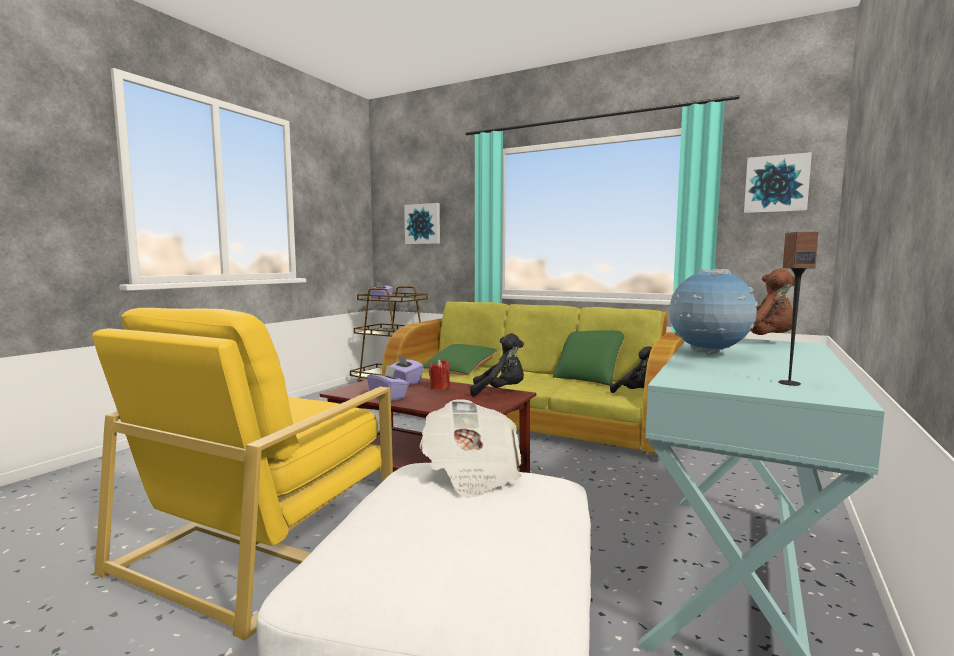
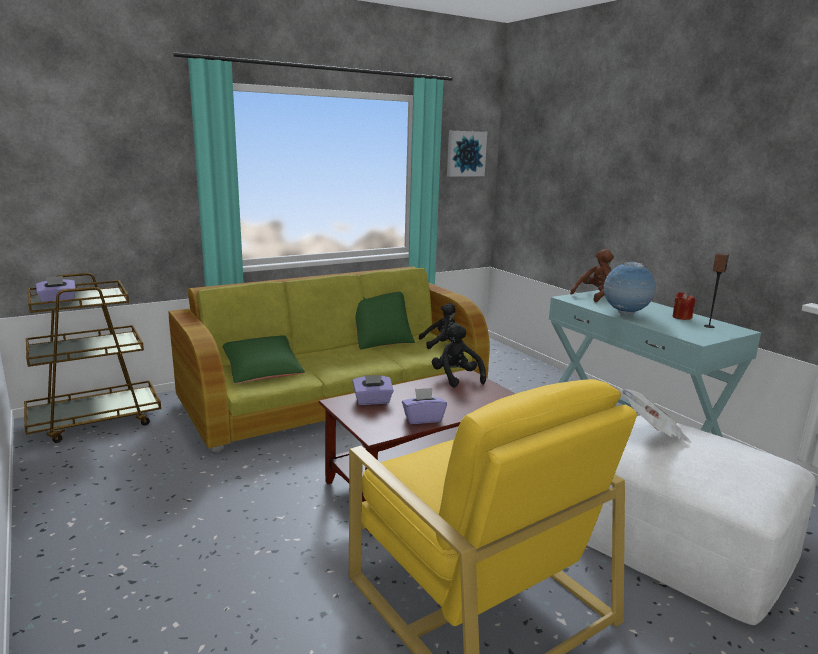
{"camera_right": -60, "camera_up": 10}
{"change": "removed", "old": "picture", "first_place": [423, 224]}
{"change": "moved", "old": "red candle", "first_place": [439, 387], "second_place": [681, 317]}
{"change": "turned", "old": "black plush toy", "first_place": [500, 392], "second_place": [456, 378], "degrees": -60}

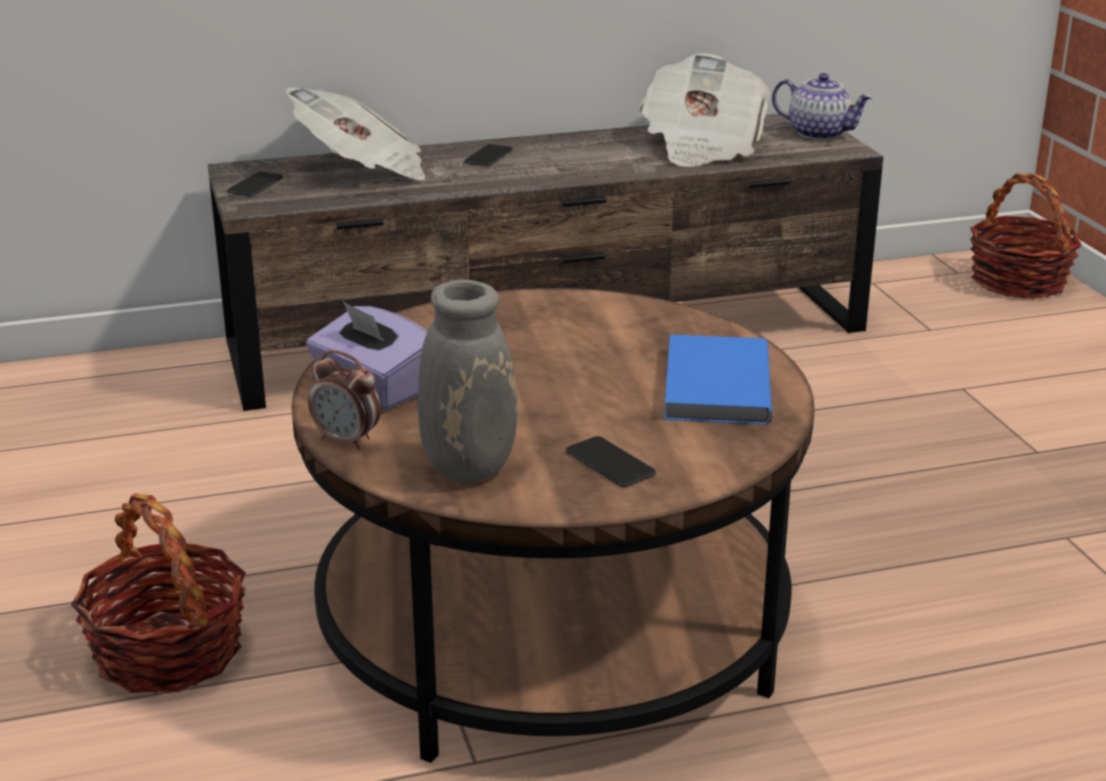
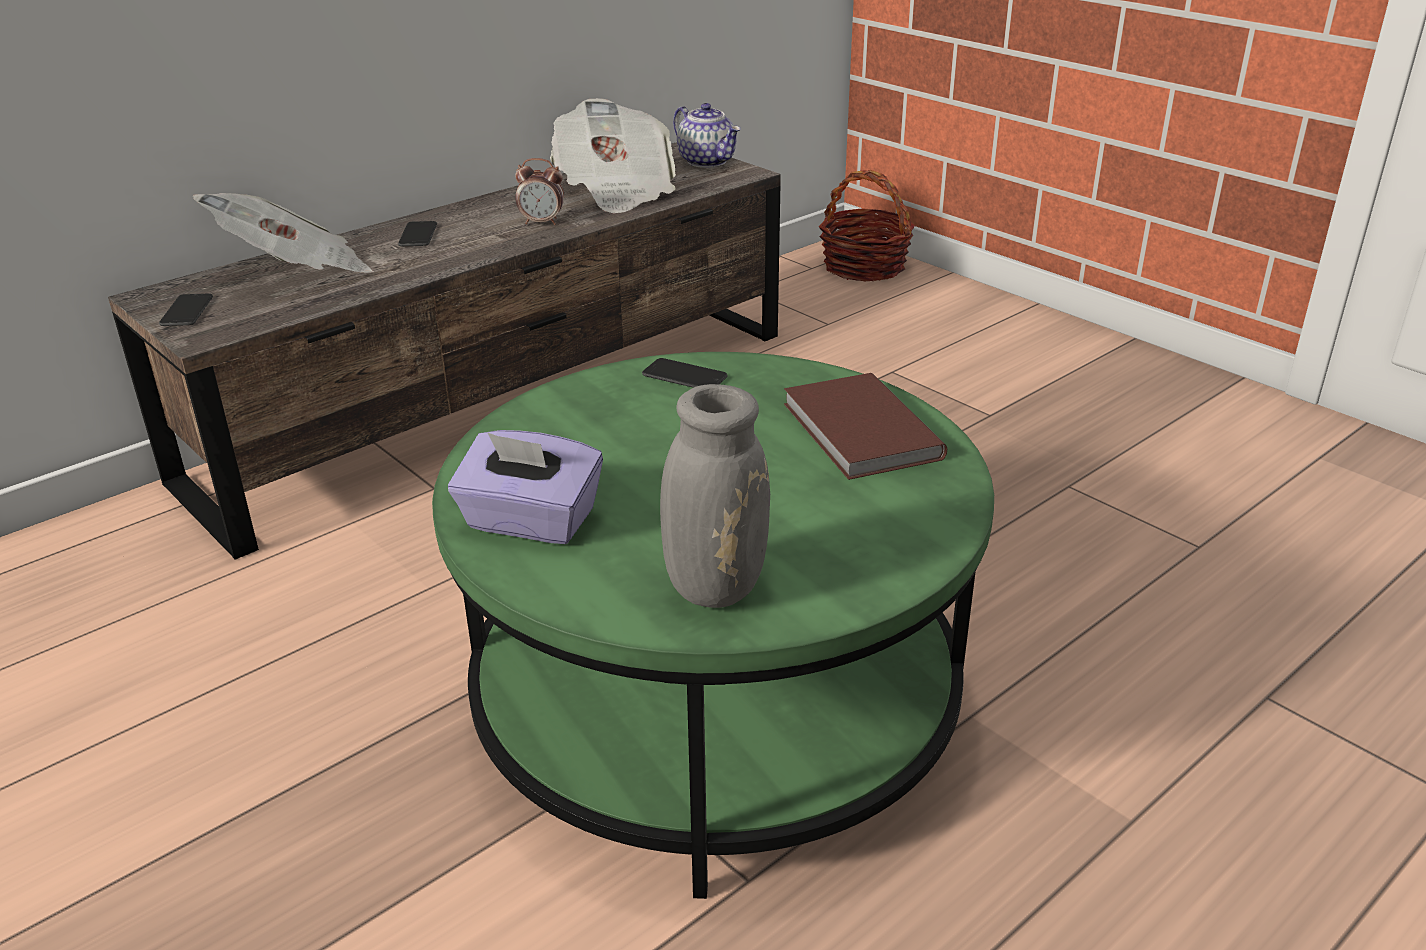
{"camera_right": -25, "camera_up": 5}
{"change": "removed", "old": "basket", "first_place": [169, 652]}
{"change": "moved", "old": "alarm clock", "first_place": [347, 440], "second_place": [542, 222]}
{"change": "moved", "old": "phone", "first_place": [610, 463], "second_place": [684, 376]}
{"change": "recoloured", "old": "brown coffee table", "new": "green coffee table", "first_place": [553, 624], "second_place": [715, 702]}
{"change": "recoloured", "old": "blue book", "new": "brown book", "first_place": [713, 386], "second_place": [858, 432]}
{"change": "turned", "old": "teapot", "first_place": [820, 133], "second_place": [708, 161], "degrees": 45}

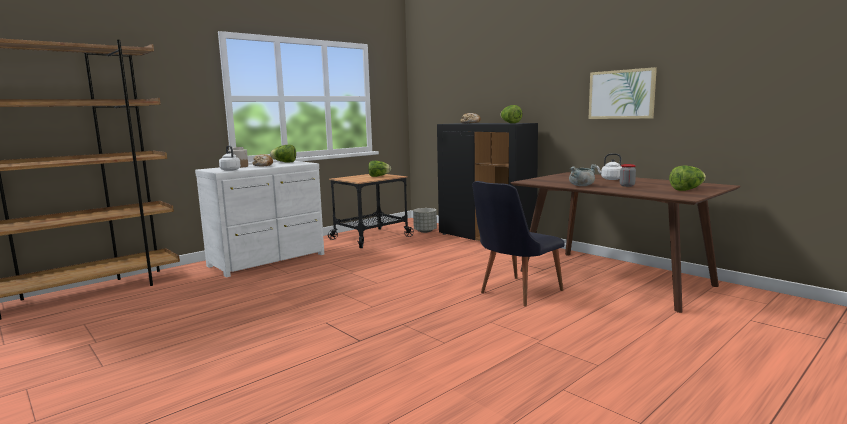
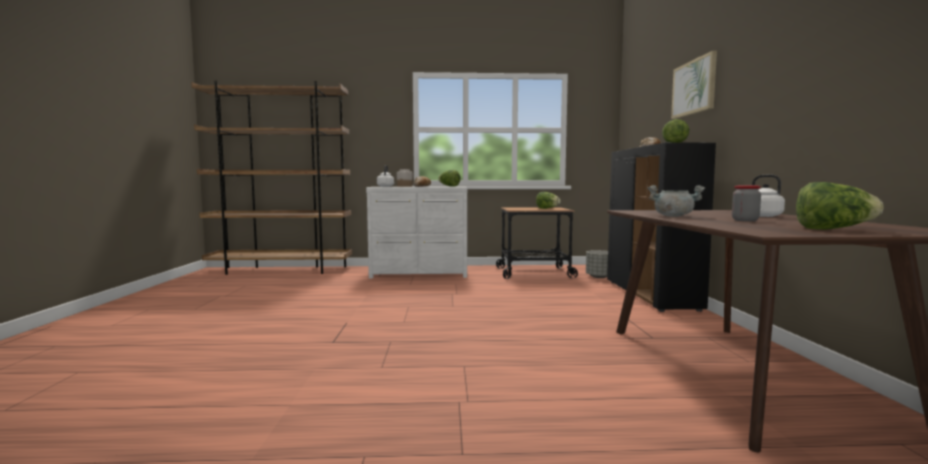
{"camera_right": 40, "camera_up": -5}
{"change": "removed", "old": "black chair", "first_place": [514, 293]}
{"change": "moved", "old": "picture", "first_place": [621, 94], "second_place": [694, 87]}

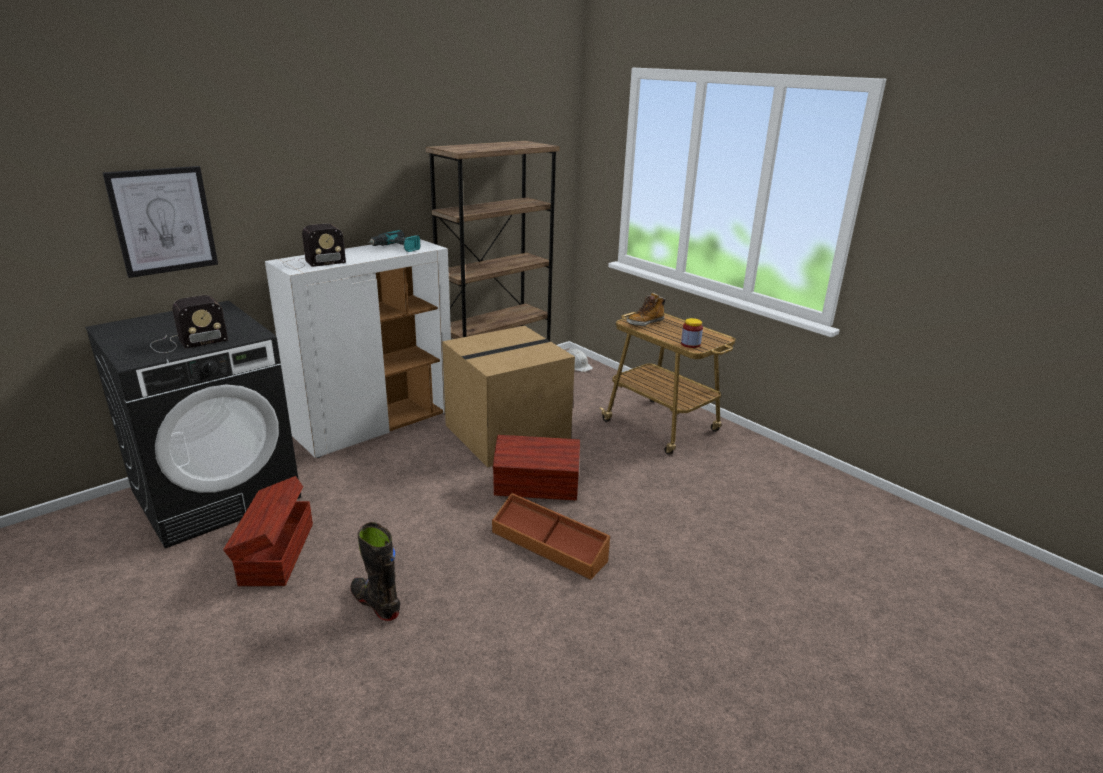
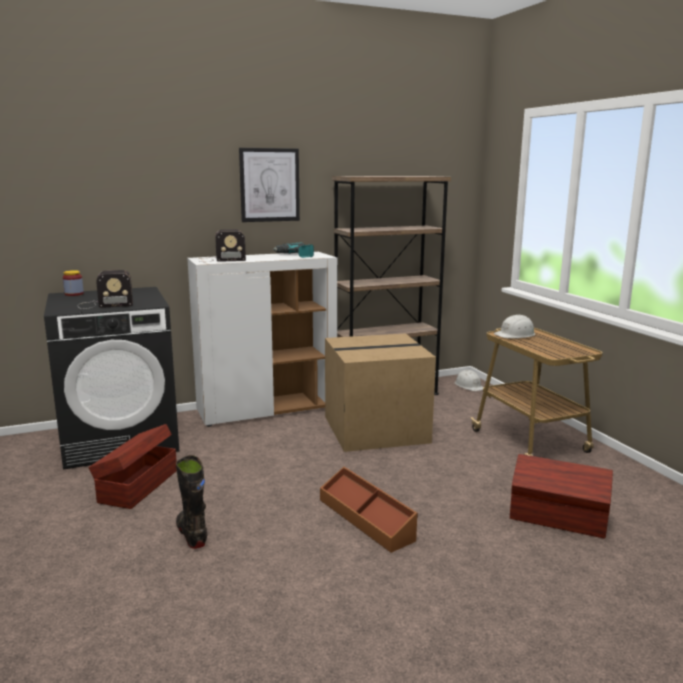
{"camera_right": 20, "camera_up": -10}
{"change": "moved", "old": "picture", "first_place": [163, 221], "second_place": [269, 185]}
{"change": "moved", "old": "brown storage box", "first_place": [537, 488], "second_place": [558, 519]}
{"change": "moved", "old": "jar", "first_place": [690, 344], "second_place": [74, 294]}
{"change": "replaced", "old": "boot", "new": "white hard hat", "first_place": [645, 322], "second_place": [515, 334]}

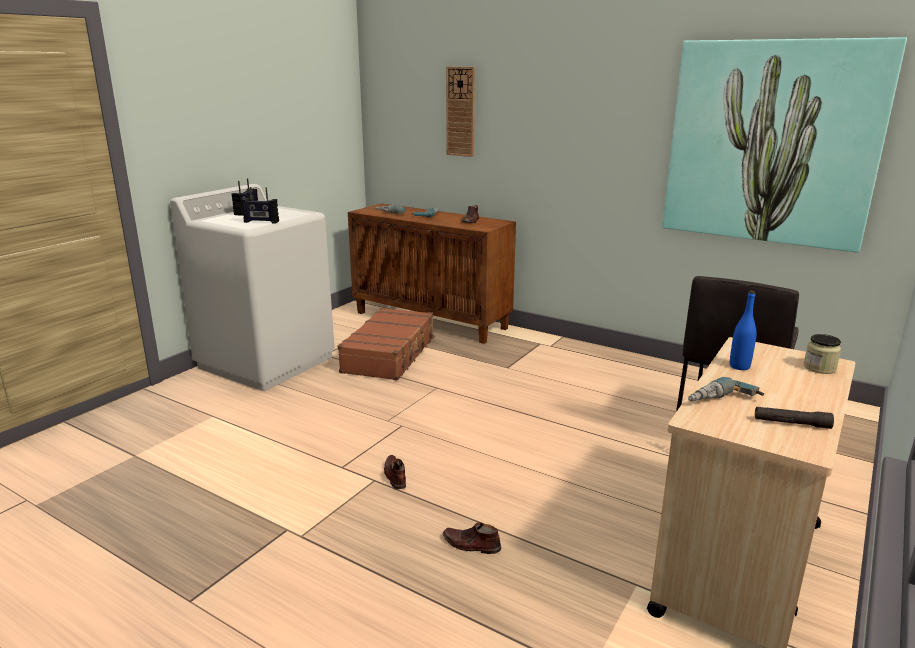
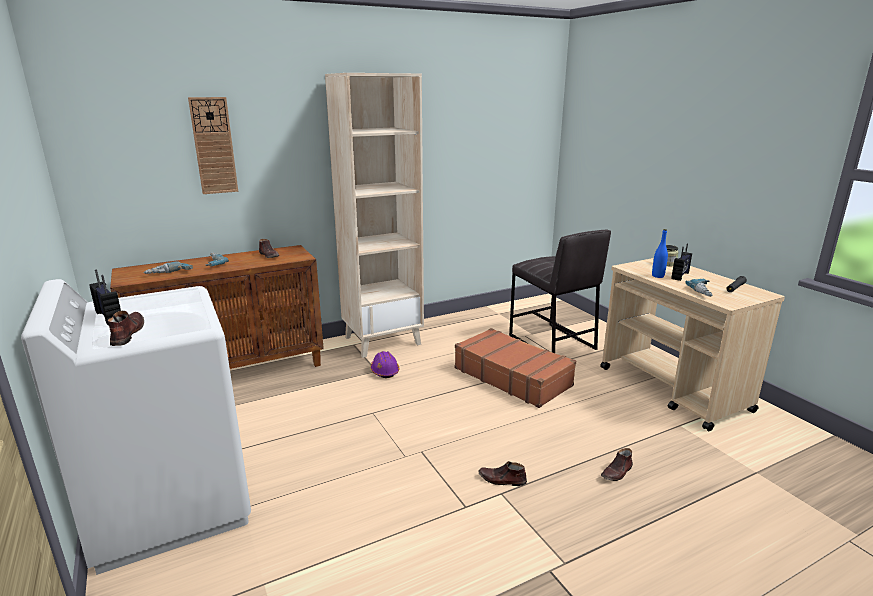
{"camera_right": -60, "camera_up": 0}
{"change": "removed", "old": "picture", "first_place": [771, 143]}
{"change": "added", "new": "brown shoe", "second_place": [127, 334]}
{"change": "added", "new": "beige bookcase", "second_place": [383, 340]}
{"change": "added", "new": "purple hard hat", "second_place": [384, 371]}
{"change": "moved", "old": "radio", "first_place": [261, 222], "second_place": [680, 276]}
{"change": "moved", "old": "brown suitcase", "first_place": [390, 355], "second_place": [512, 377]}

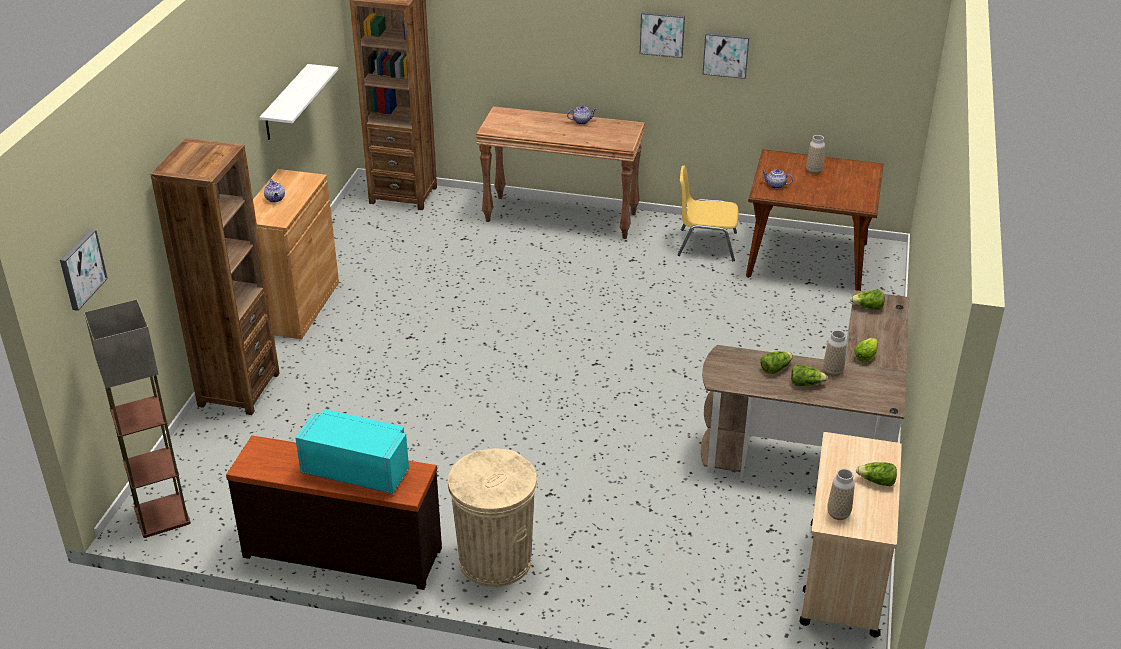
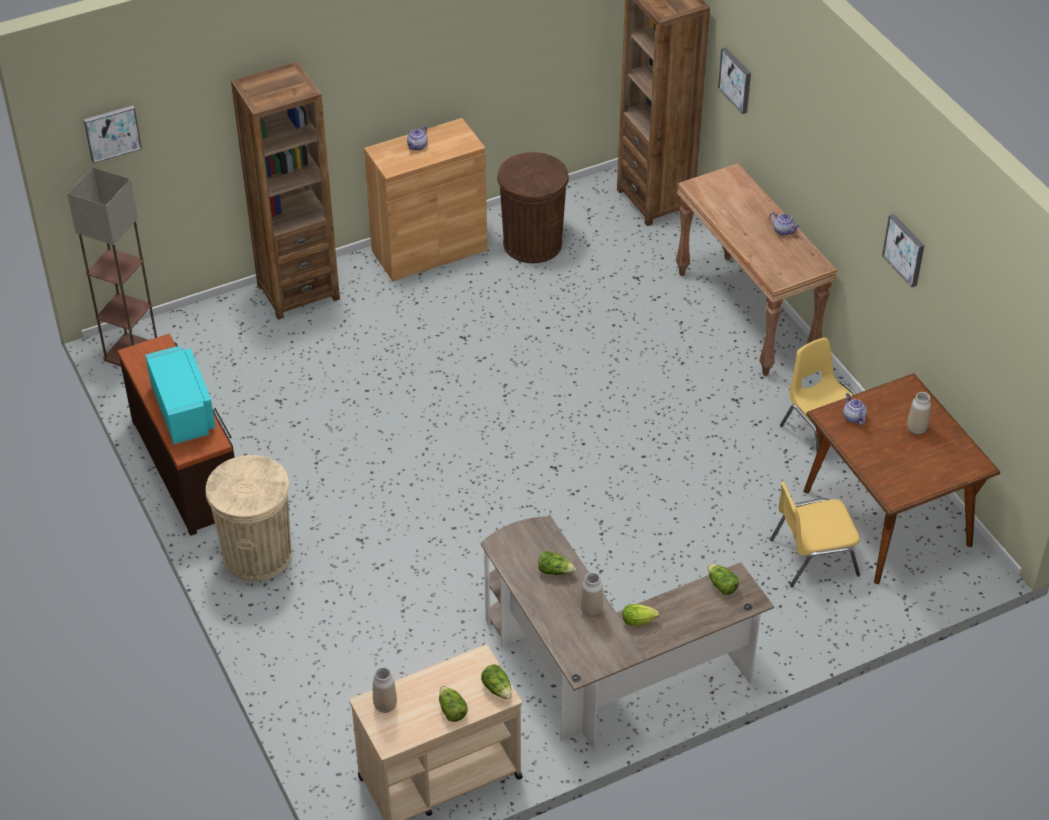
{"camera_right": 50, "camera_up": 10}
{"change": "removed", "old": "white shelf", "first_place": [286, 103]}
{"change": "added", "new": "brown trash can", "second_place": [532, 243]}
{"change": "added", "new": "yellow chair", "second_place": [812, 557]}
{"change": "moved", "old": "picture", "first_place": [662, 34], "second_place": [736, 80]}
{"change": "moved", "old": "lettuce", "first_place": [806, 383], "second_place": [497, 688]}

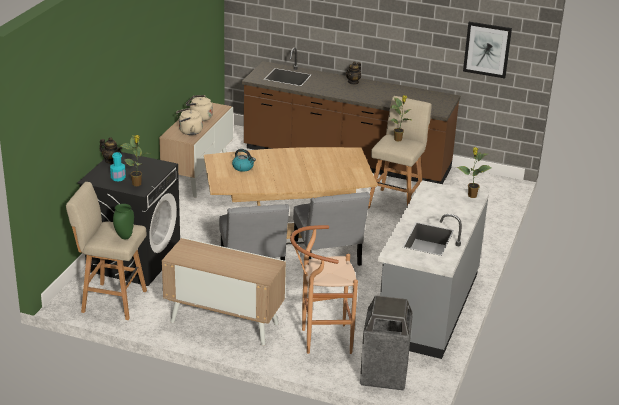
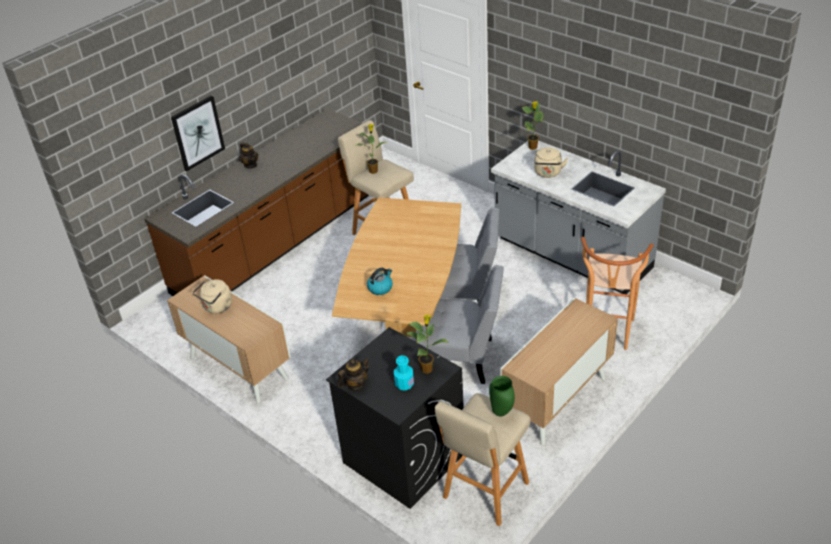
{"camera_right": -65, "camera_up": 10}
{"change": "removed", "old": "trash can", "first_place": [383, 374]}
{"change": "moved", "old": "beige kettle", "first_place": [189, 132], "second_place": [548, 173]}
{"change": "moved", "old": "picture", "first_place": [487, 49], "second_place": [198, 133]}

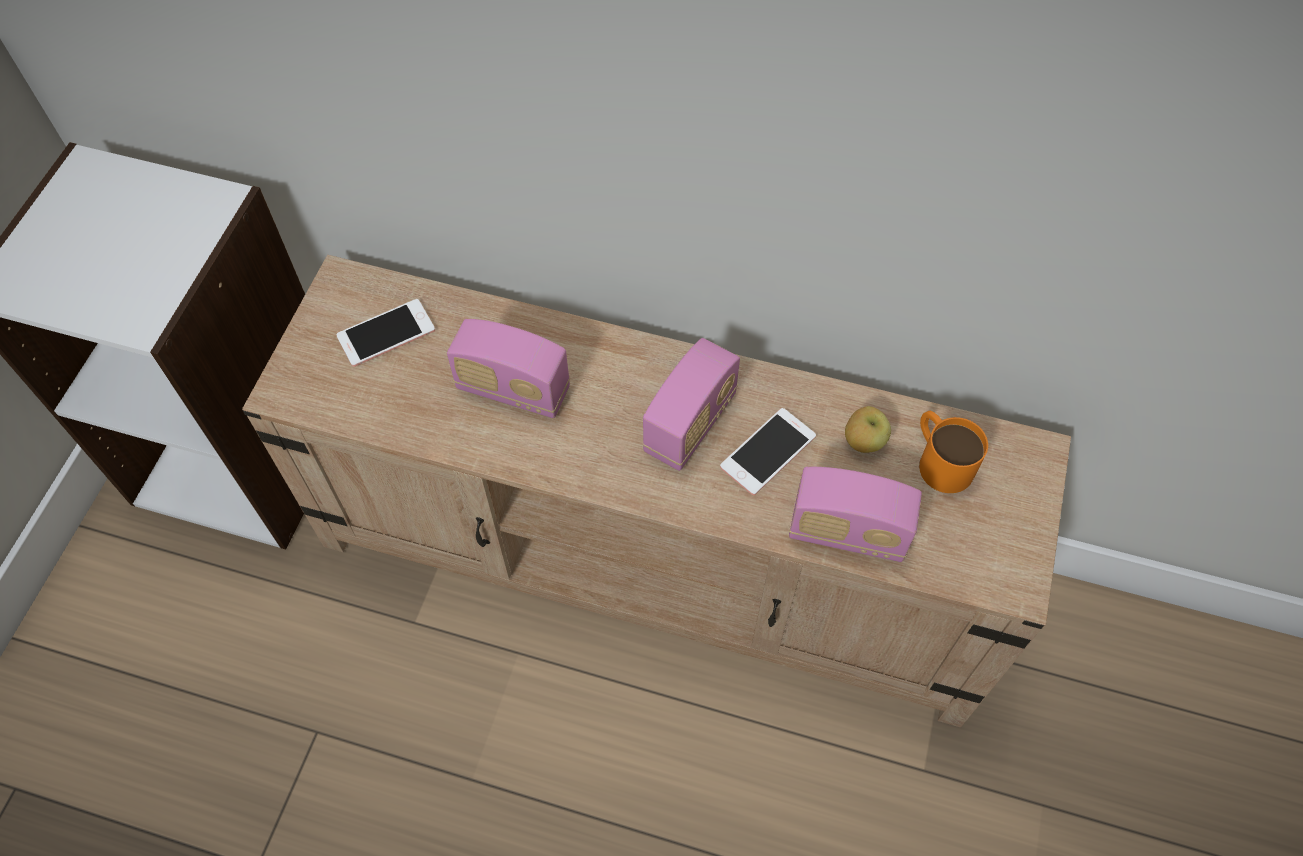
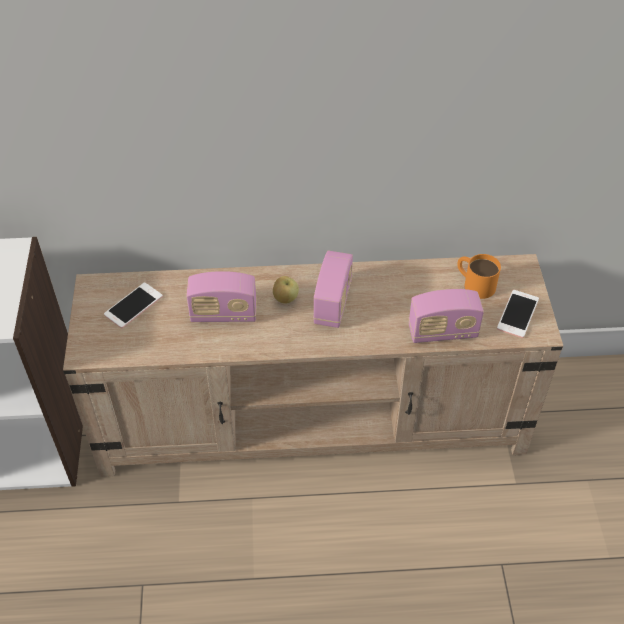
{"camera_right": -20, "camera_up": -10}
{"change": "moved", "old": "phone", "first_place": [768, 452], "second_place": [517, 314]}
{"change": "moved", "old": "apple", "first_place": [863, 442], "second_place": [285, 299]}

